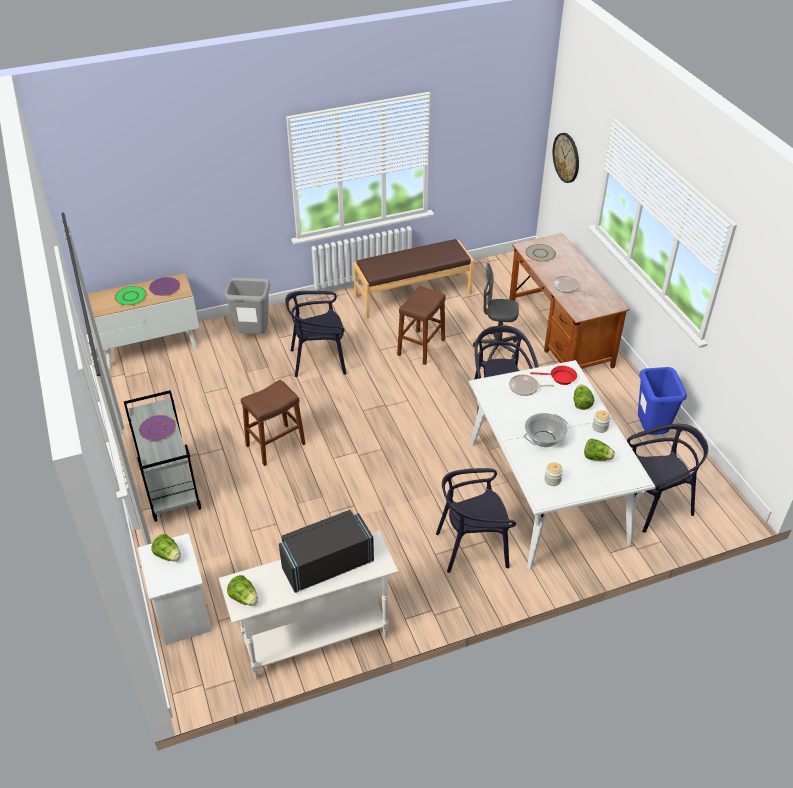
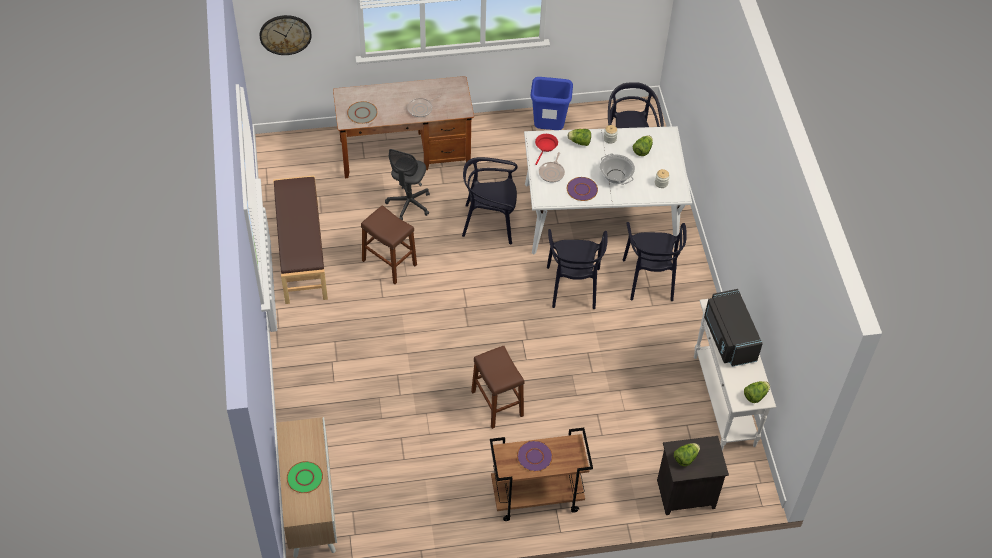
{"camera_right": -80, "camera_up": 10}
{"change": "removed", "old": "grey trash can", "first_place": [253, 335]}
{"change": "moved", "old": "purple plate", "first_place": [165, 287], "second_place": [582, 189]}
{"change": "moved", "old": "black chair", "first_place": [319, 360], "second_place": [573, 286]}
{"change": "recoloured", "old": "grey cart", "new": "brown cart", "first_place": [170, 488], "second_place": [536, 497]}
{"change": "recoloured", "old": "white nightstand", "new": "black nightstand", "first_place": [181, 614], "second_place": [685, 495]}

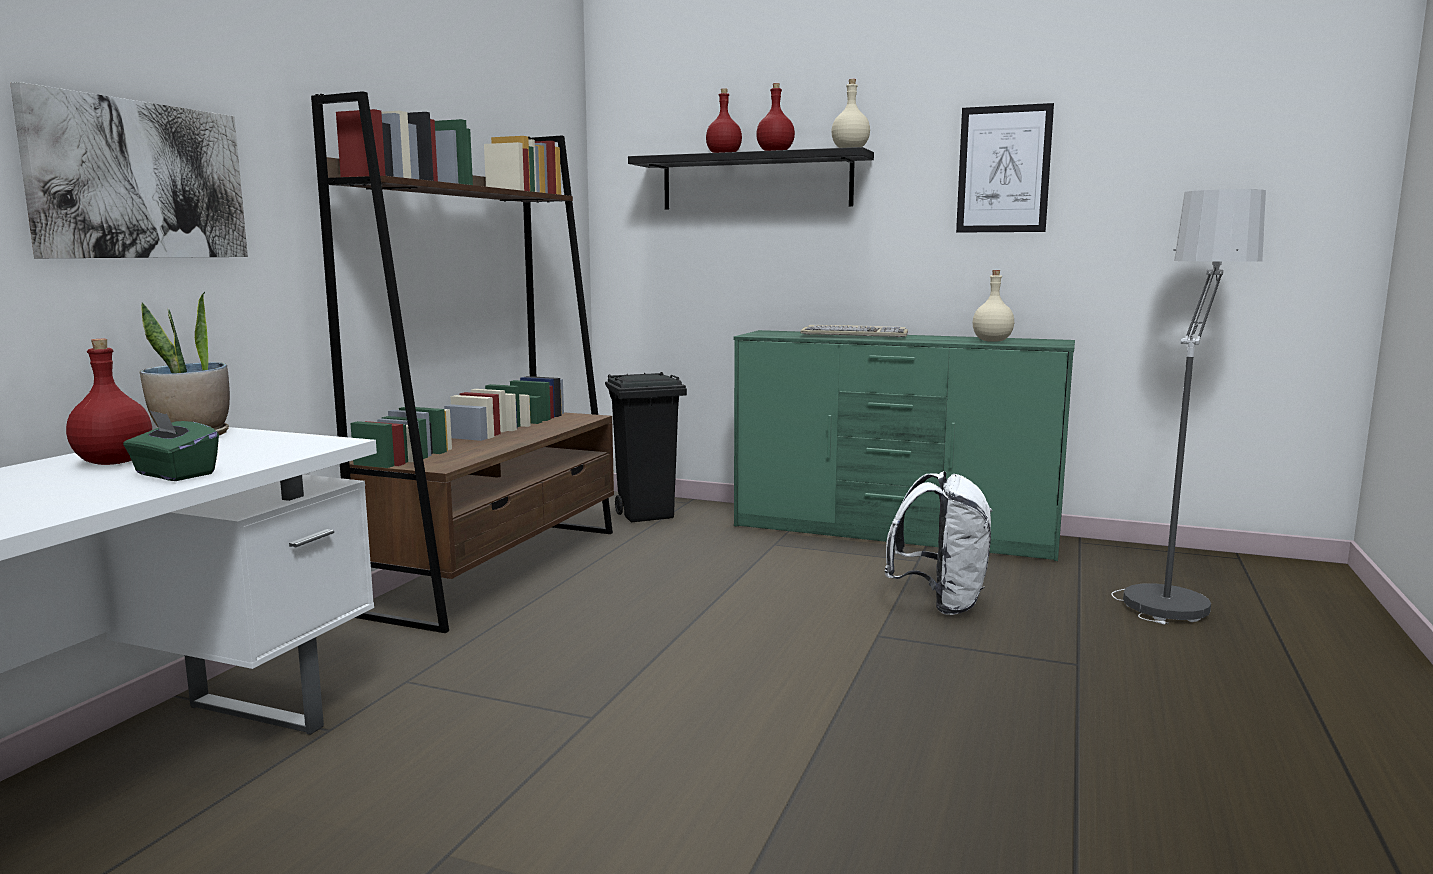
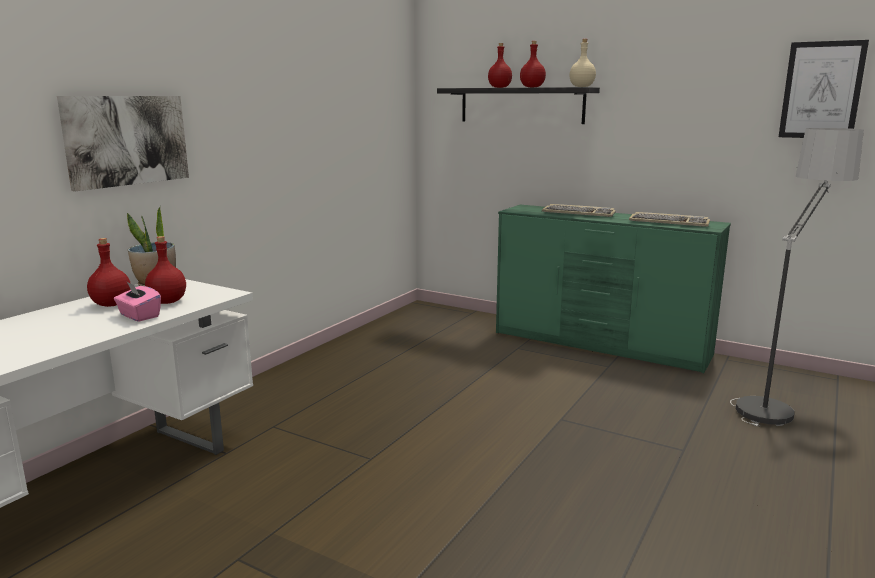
{"camera_right": 10, "camera_up": 5}
{"change": "removed", "old": "brown bookcase", "first_place": [500, 569]}
{"change": "removed", "old": "black trash can", "first_place": [647, 515]}
{"change": "removed", "old": "white backpack", "first_place": [940, 603]}
{"change": "added", "new": "red bottle", "second_place": [168, 302]}
{"change": "moved", "old": "picture", "first_place": [1003, 169], "second_place": [821, 90]}
{"change": "replaced", "old": "beige bottle", "new": "keyboard", "first_place": [992, 341], "second_place": [669, 222]}
{"change": "recoloured", "old": "green tissue box", "new": "pink tissue box", "first_place": [174, 474], "second_place": [139, 316]}

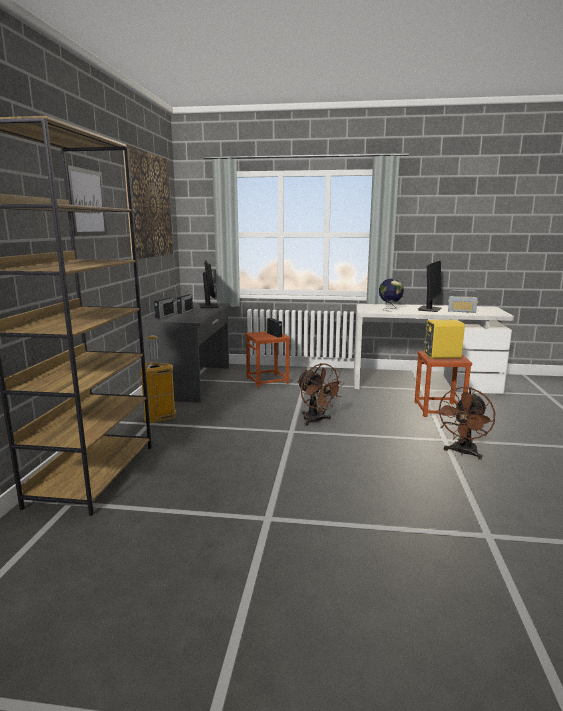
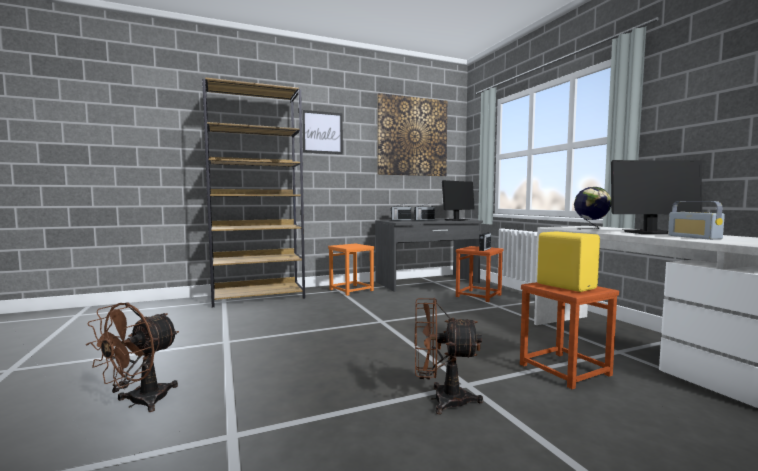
{"camera_right": 60, "camera_up": -10}
{"change": "moved", "old": "brown fan", "first_place": [316, 421], "second_place": [139, 403]}
{"change": "replaced", "old": "trash can", "new": "orange stool", "first_place": [159, 418], "second_place": [351, 290]}

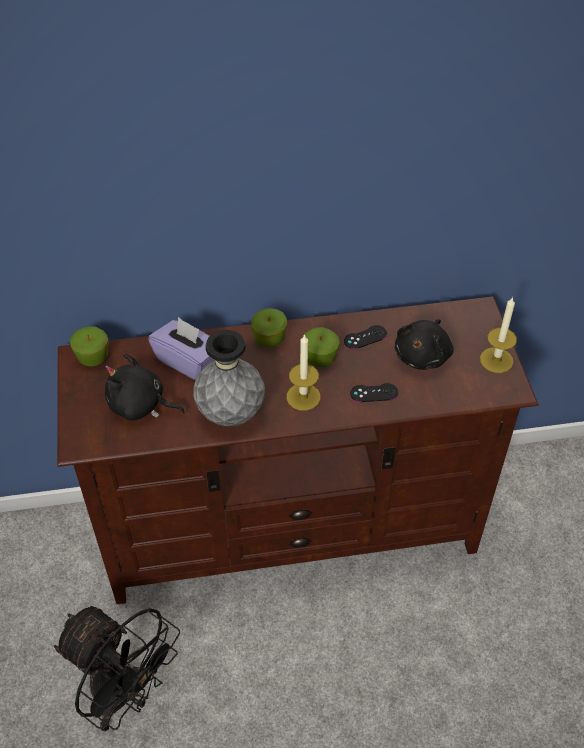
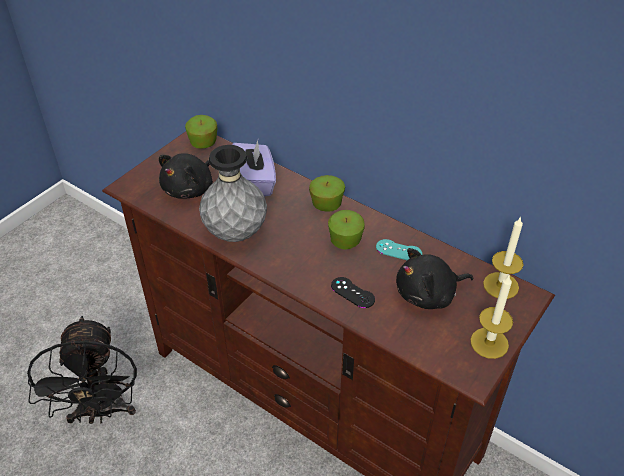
{"camera_right": 45, "camera_up": -5}
{"change": "moved", "old": "candle", "first_place": [303, 397], "second_place": [500, 285]}
{"change": "recoloured", "old": "black game controller", "new": "turquoise game controller", "first_place": [365, 337], "second_place": [399, 250]}
{"change": "turned", "old": "black plush toy", "first_place": [140, 405], "second_place": [190, 189], "degrees": -120}

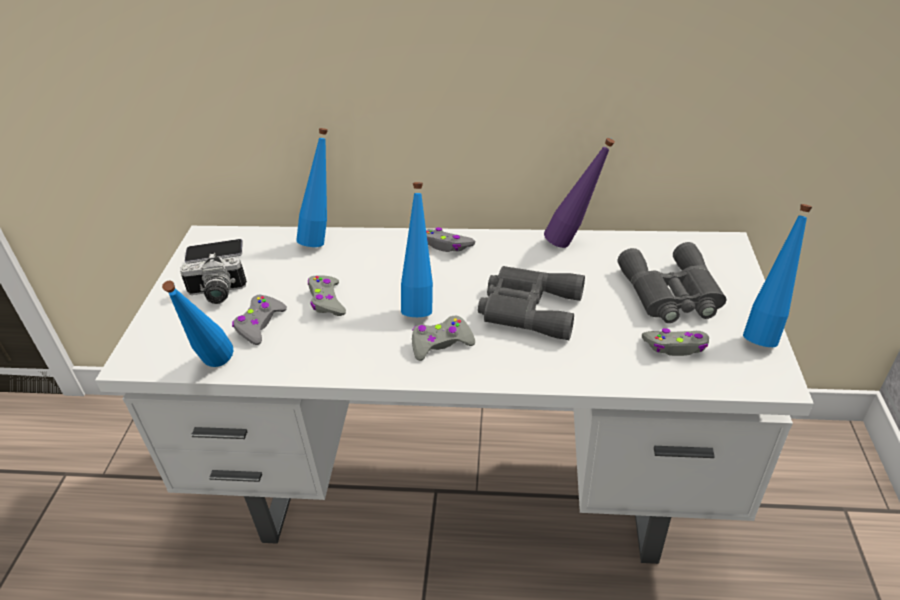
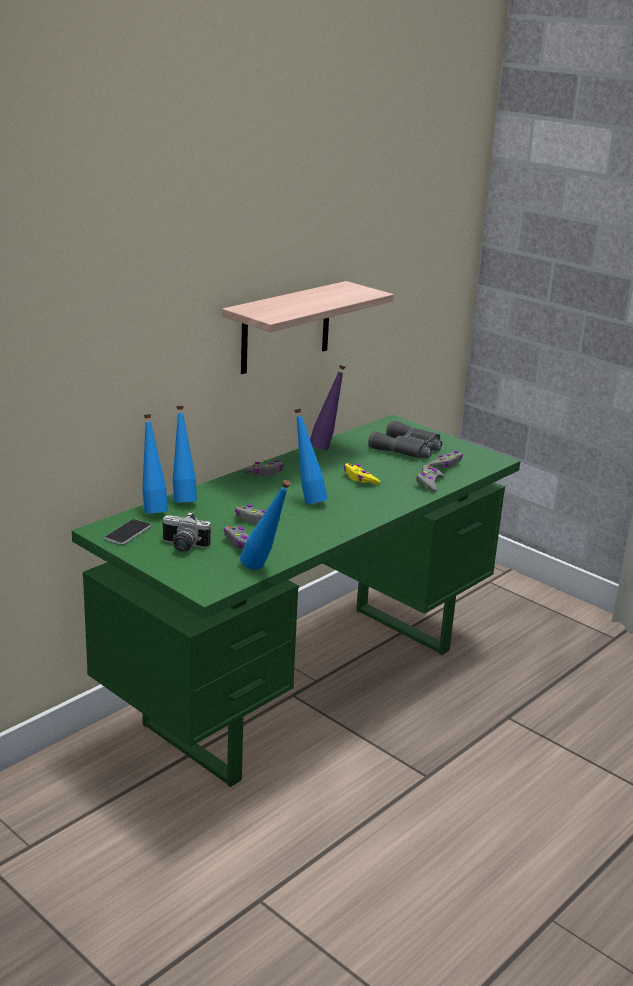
{"camera_right": -55, "camera_up": -15}
{"change": "added", "new": "shelf", "second_place": [286, 328]}
{"change": "moved", "old": "grey game controller", "first_place": [441, 343], "second_place": [429, 483]}
{"change": "moved", "old": "blue bottle", "first_place": [763, 332], "second_place": [153, 509]}
{"change": "replaced", "old": "grey binoculars", "new": "yellow game controller", "first_place": [527, 308], "second_place": [360, 479]}
{"change": "recoloured", "old": "white desk", "new": "green desk", "first_place": [462, 487], "second_place": [305, 684]}
{"change": "turned", "old": "photo camera", "first_place": [216, 295], "second_place": [183, 547], "degrees": 75}

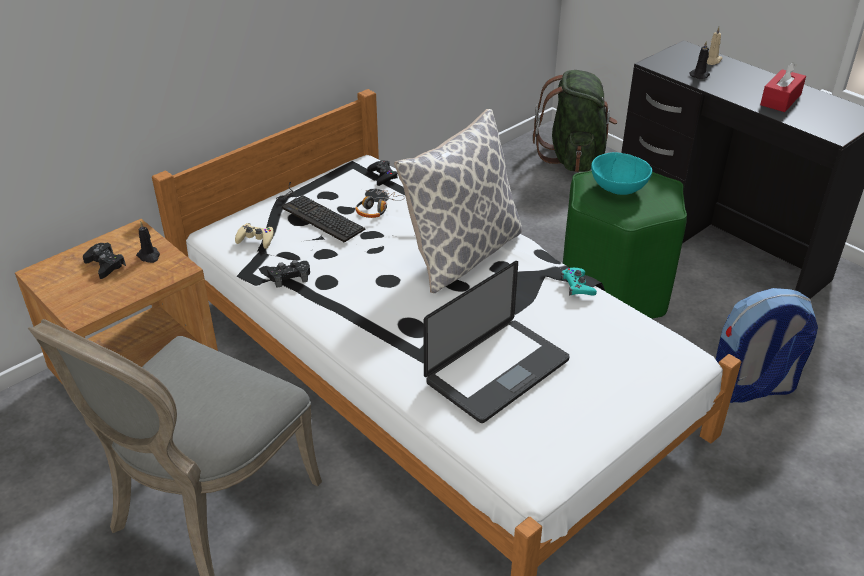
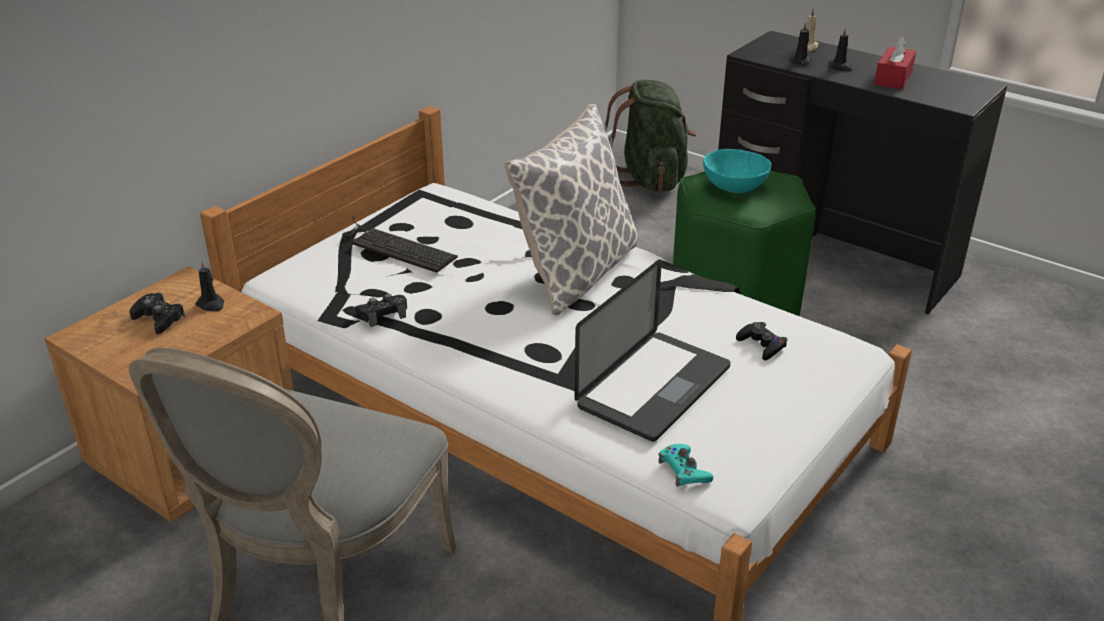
{"camera_right": -10, "camera_up": -5}
{"change": "removed", "old": "beige game controller", "first_place": [256, 239]}
{"change": "removed", "old": "headphones", "first_place": [376, 208]}
{"change": "removed", "old": "backpack", "first_place": [751, 388]}
{"change": "added", "new": "black candle", "second_place": [840, 67]}
{"change": "moved", "old": "black game controller", "first_place": [382, 176], "second_place": [761, 345]}
{"change": "moved", "old": "turquoise game controller", "first_place": [577, 286], "second_place": [684, 470]}

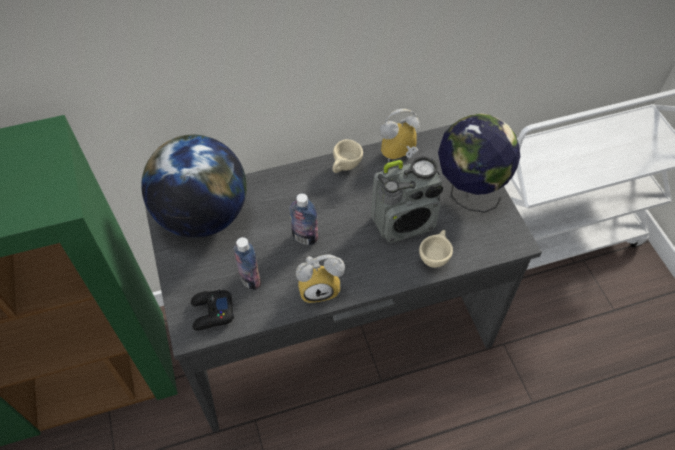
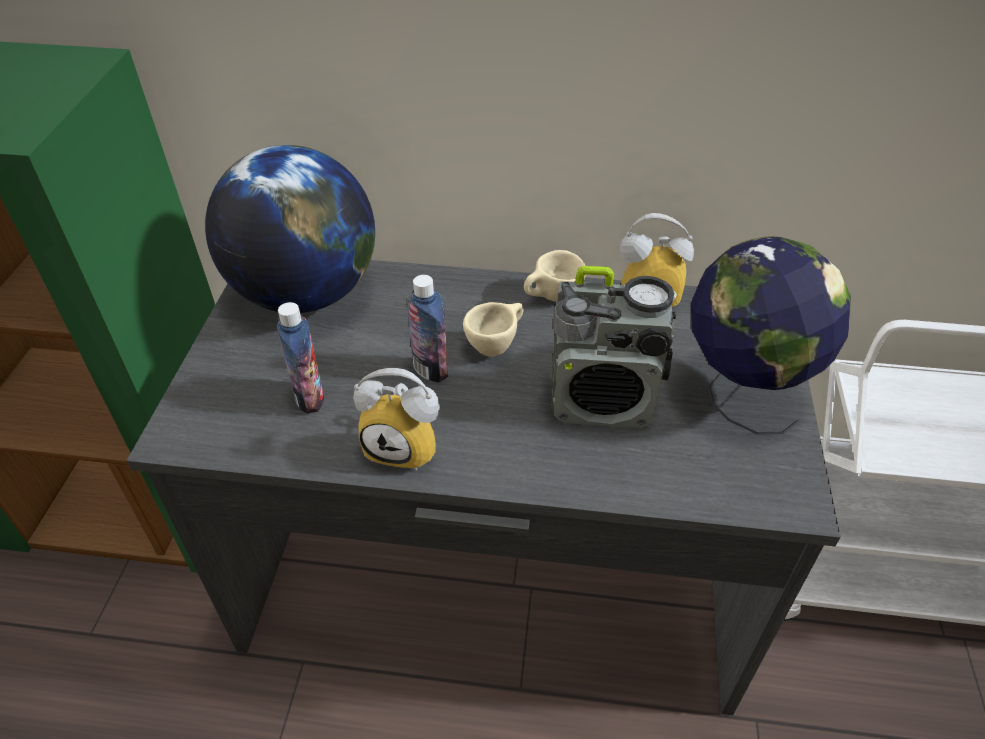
{"camera_right": 25, "camera_up": -10}
{"change": "removed", "old": "black game controller", "first_place": [212, 313]}
{"change": "moved", "old": "beige cup", "first_place": [434, 257], "second_place": [496, 345]}

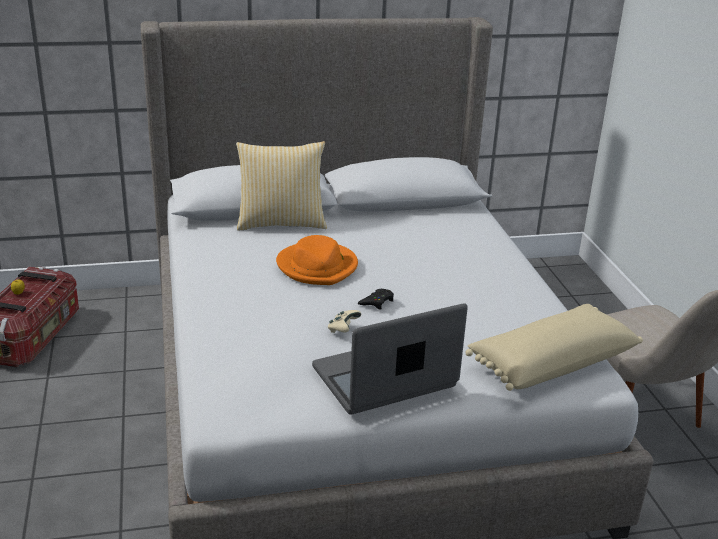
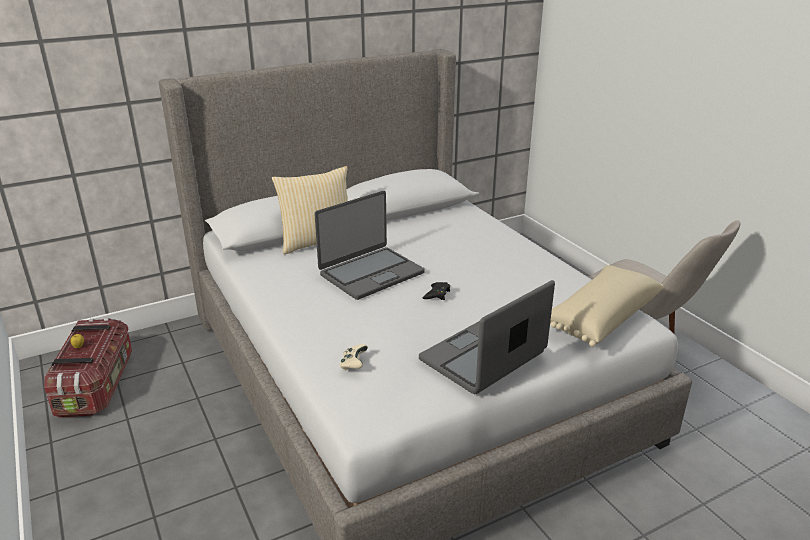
{"camera_right": -15, "camera_up": 0}
{"change": "moved", "old": "beige game controller", "first_place": [343, 329], "second_place": [353, 365]}
{"change": "replaced", "old": "orange hat", "new": "laptop", "first_place": [318, 267], "second_place": [371, 273]}

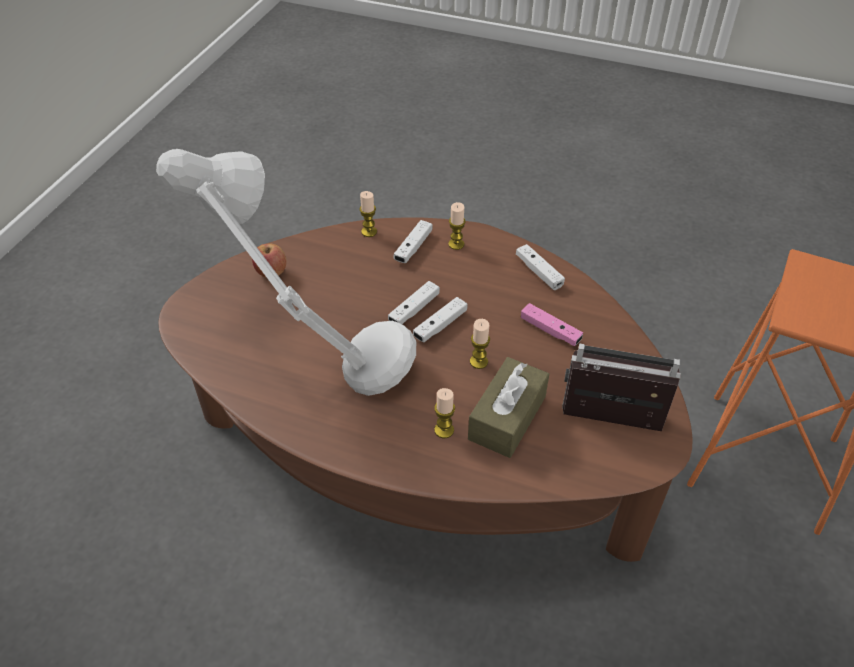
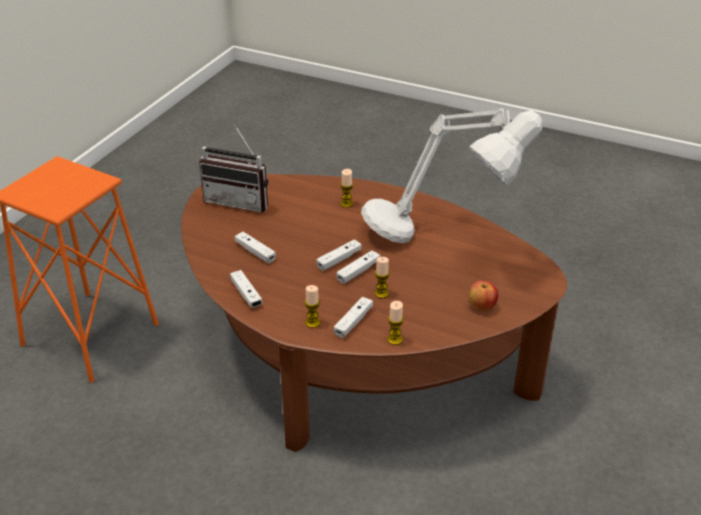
{"camera_right": -175, "camera_up": -10}
{"change": "removed", "old": "brown tissue box", "first_place": [507, 418]}
{"change": "moved", "old": "candle", "first_place": [478, 362], "second_place": [381, 293]}
{"change": "recoloured", "old": "pink game controller", "new": "white game controller", "first_place": [550, 330], "second_place": [255, 252]}

